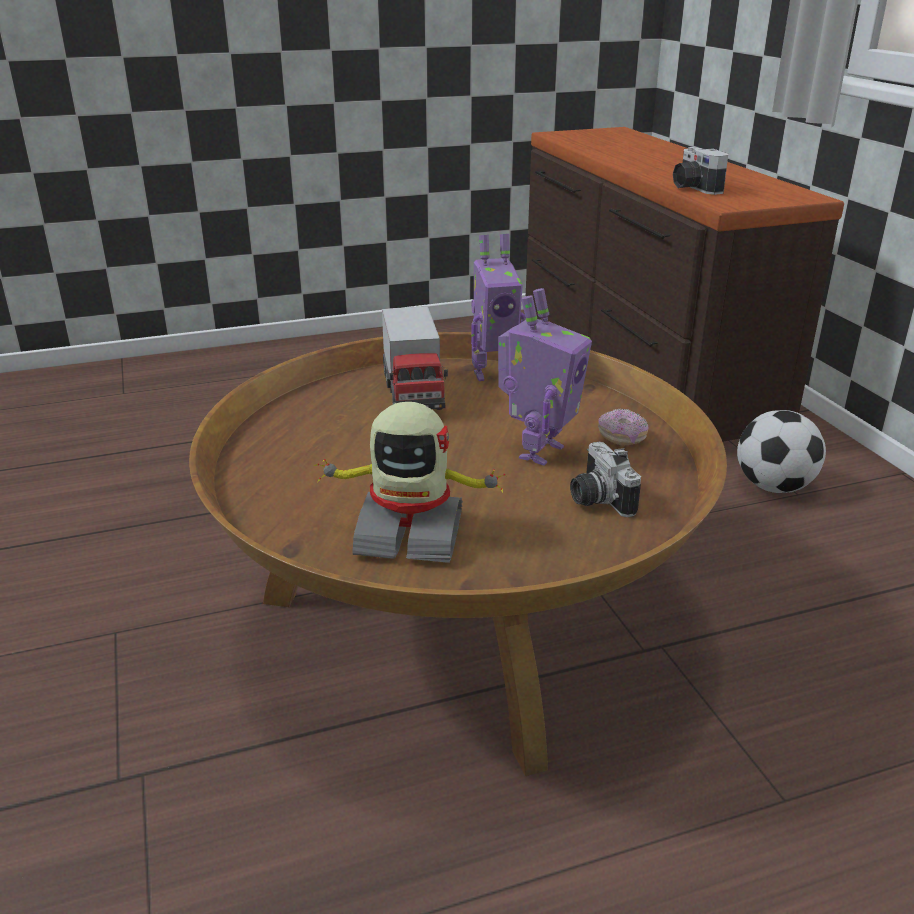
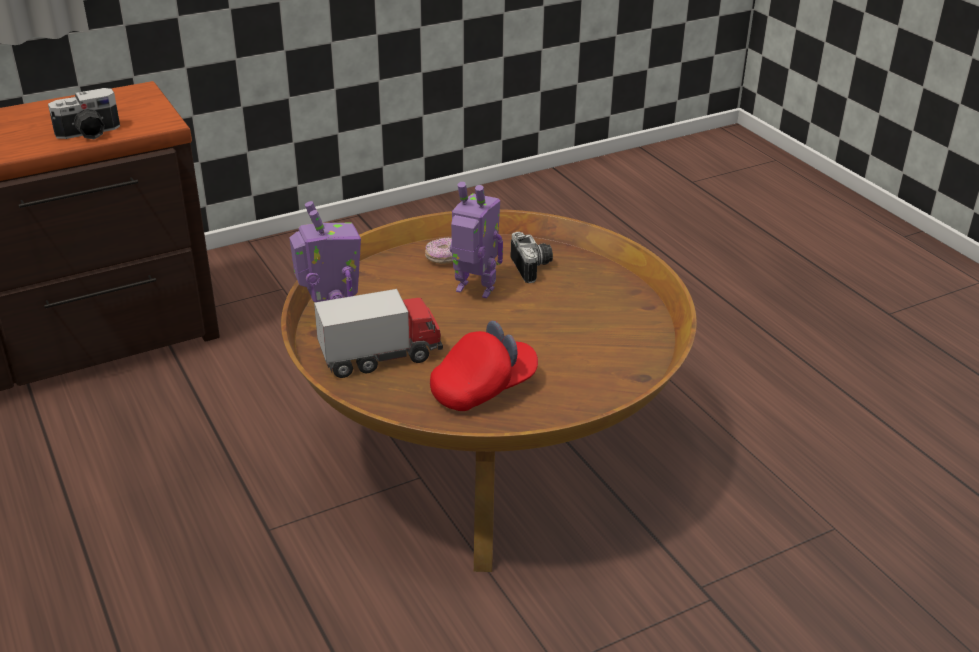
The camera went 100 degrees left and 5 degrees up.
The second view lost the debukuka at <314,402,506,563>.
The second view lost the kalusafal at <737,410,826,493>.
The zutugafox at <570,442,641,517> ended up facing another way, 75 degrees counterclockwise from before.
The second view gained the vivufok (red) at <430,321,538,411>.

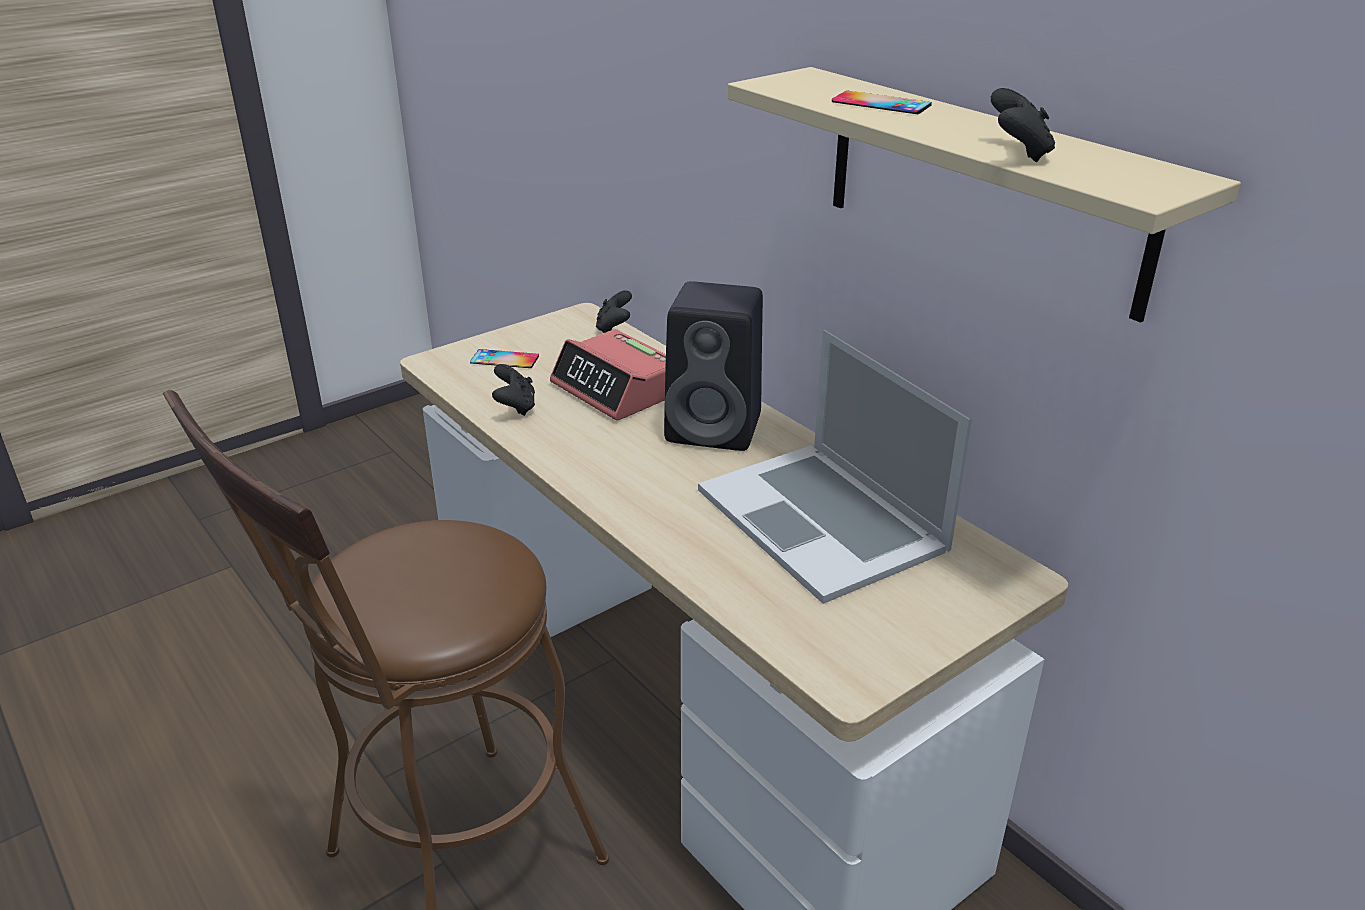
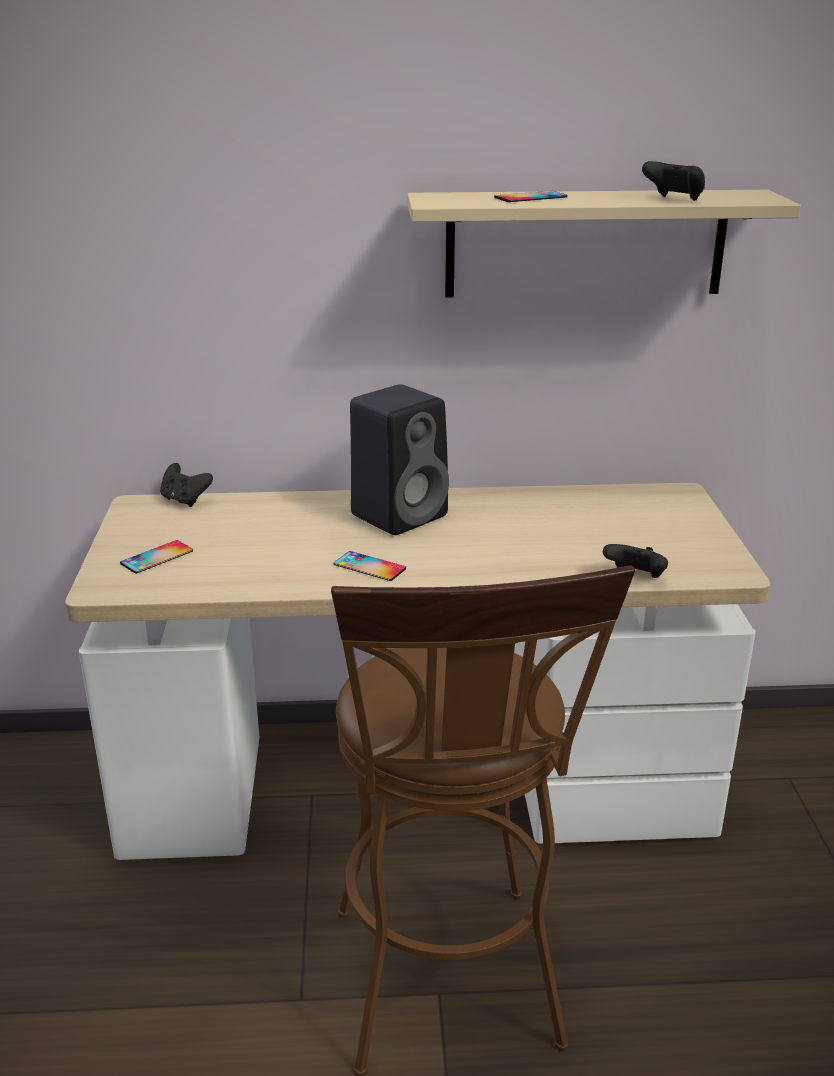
The camera went 55 degrees left and 5 degrees down.
The second view lost the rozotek at <550,329,666,421>.
The second view lost the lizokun at <698,330,972,604>.
The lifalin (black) ended up elsewhere, having gone from <492,364,535,416> to <603,544,668,578>.
The second view gained the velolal at <334,551,406,581>.

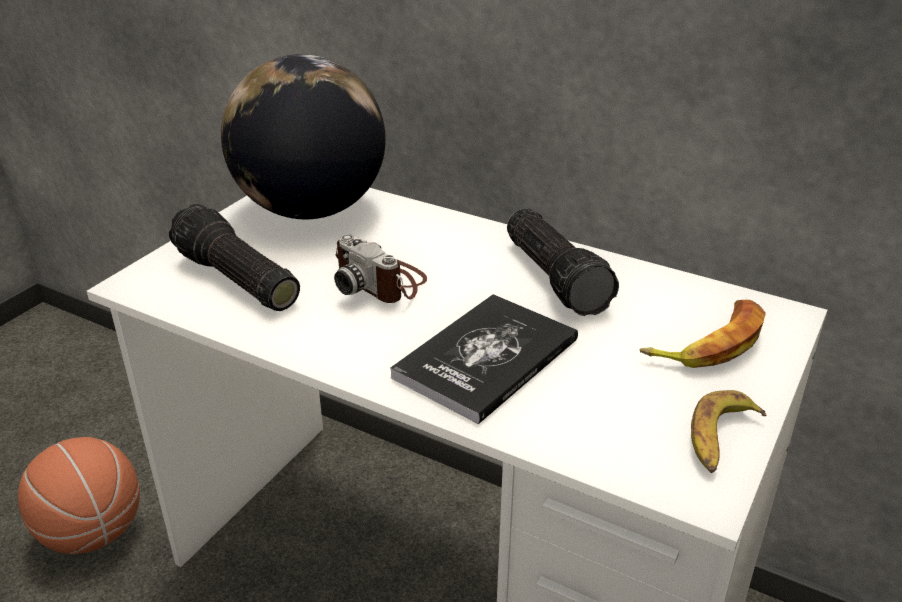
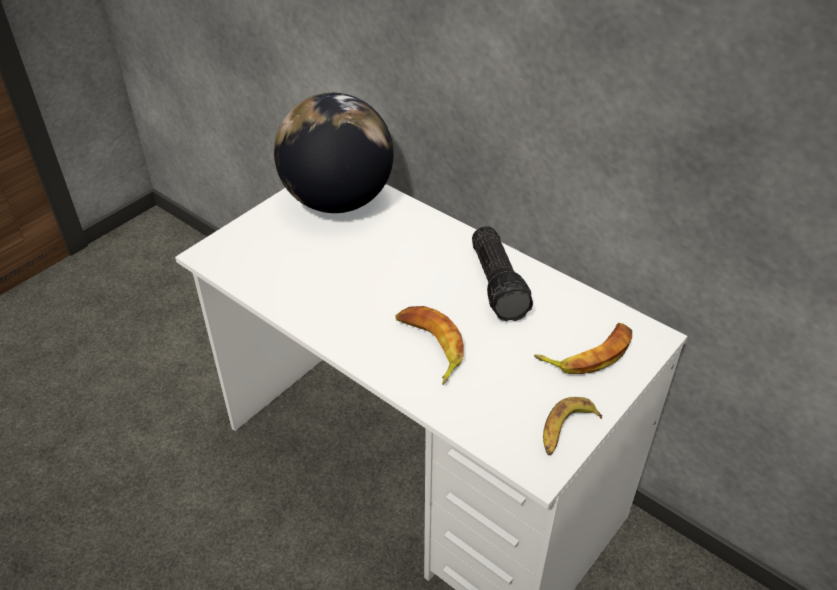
The camera went 10 degrees right and 10 degrees up.
The second view lost the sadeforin at <169,204,300,311>.
The second view lost the zutugafox at <334,234,427,303>.
Where the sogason stood at <390,294,578,424>, the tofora came to stand at <395,306,464,385>.
The second view lost the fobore at <18,437,140,554>.

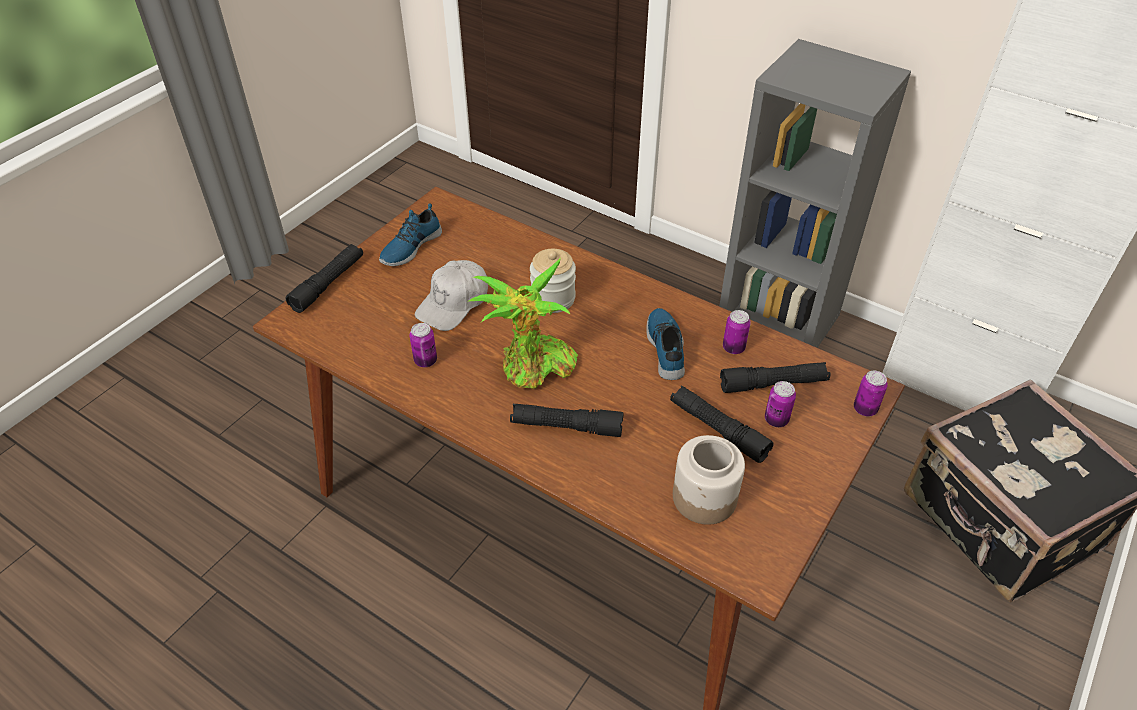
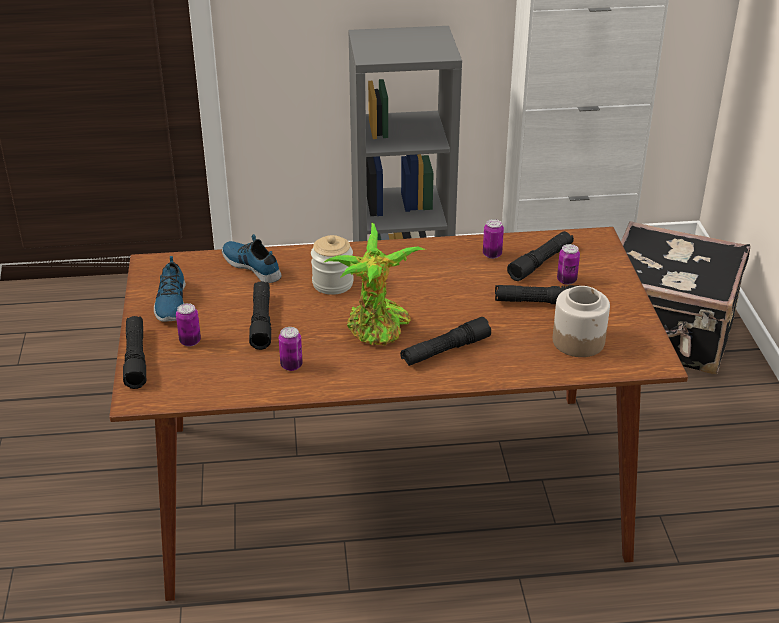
The camera went 40 degrees left and 10 degrees down.
Where the vivufok (white) stood at <415,260,488,331>, the sadeforin (black) came to stand at <249,281,271,350>.
The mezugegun ended up elsewhere, having gone from <646,308,685,380> to <222,234,282,283>.
The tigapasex ended up elsewhere, having gone from <854,371,888,416> to <176,303,201,346>.

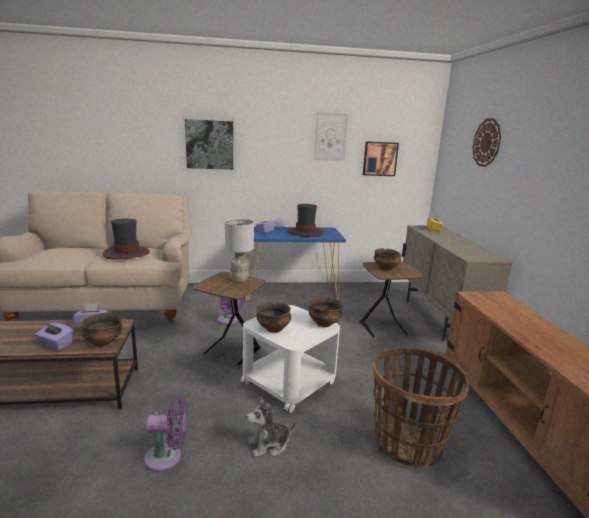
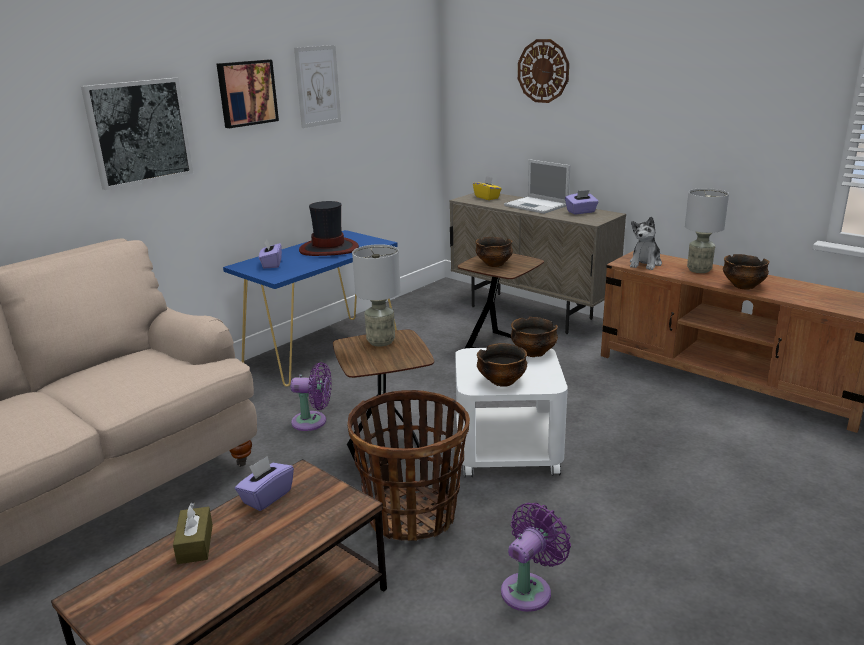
The camera went 40 degrees left and 5 degrees up.
The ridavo ended up elsewhere, having gone from <363,141,399,176> to <217,60,279,128>.
The second view lost the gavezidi at <102,218,150,260>.
The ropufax ended up elsewhere, having gone from <81,313,123,347> to <723,254,770,290>.
The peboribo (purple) ended up elsewhere, having gone from <35,323,74,351> to <565,190,599,214>.
The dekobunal ended up elsewhere, having gone from <373,346,469,469> to <348,390,470,541>.
The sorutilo ended up elsewhere, having gone from <246,397,296,457> to <630,216,662,270>.
The second view gained the lizokun at <504,159,570,214>.
The second view gained the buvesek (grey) at <685,188,729,273>.
The second view gained the peboribo (brown) at <173,503,213,564>.

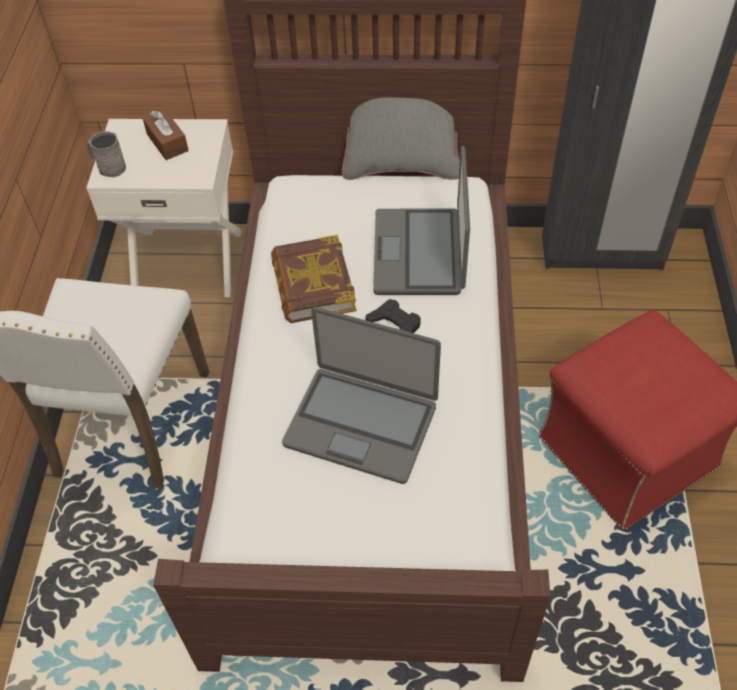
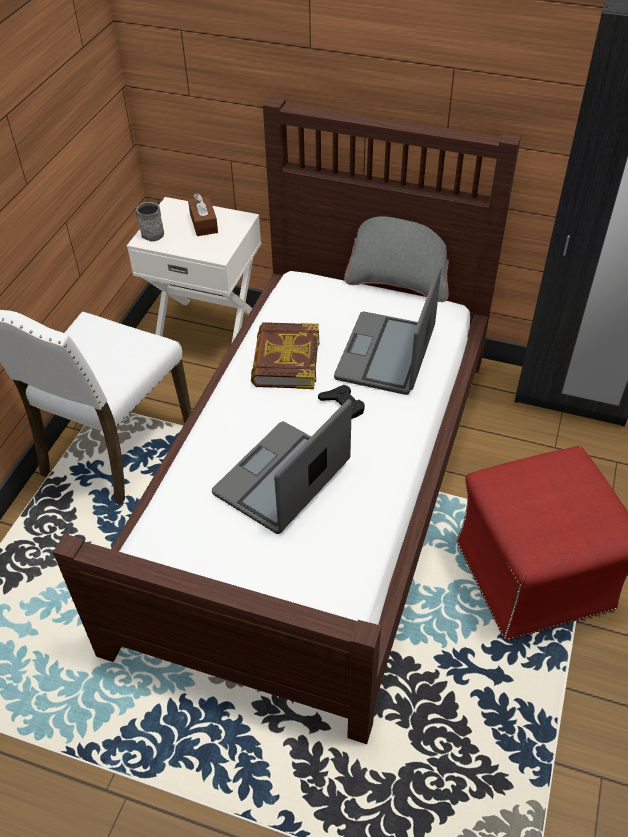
The camera went 15 degrees right and 5 degrees down.
The lizokun at <282,307,441,484> ended up facing another way, 90 degrees clockwise from before.

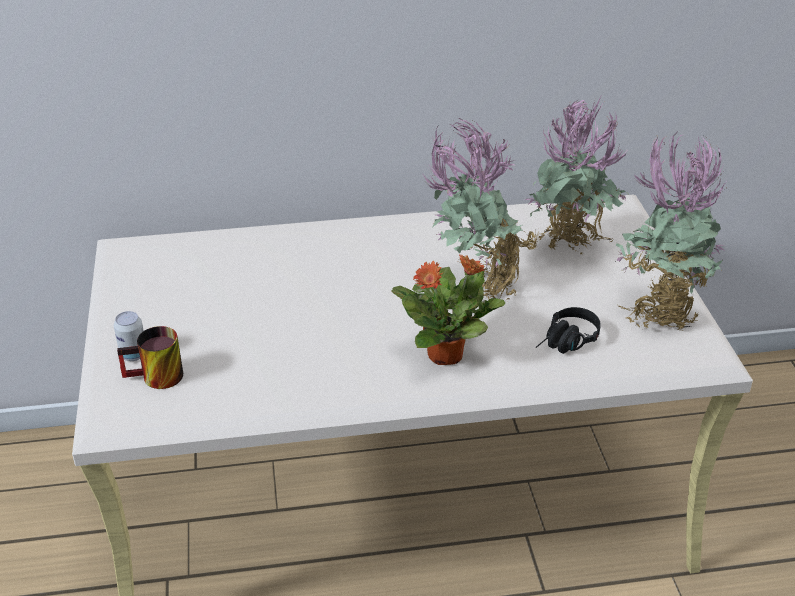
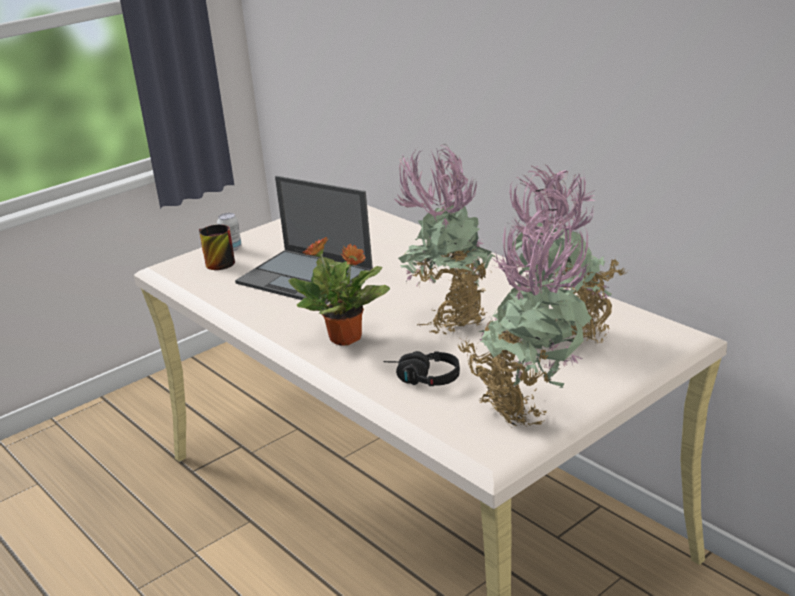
The camera went 60 degrees right and 10 degrees down.
The second view gained the lizokun at <235,176,373,304>.

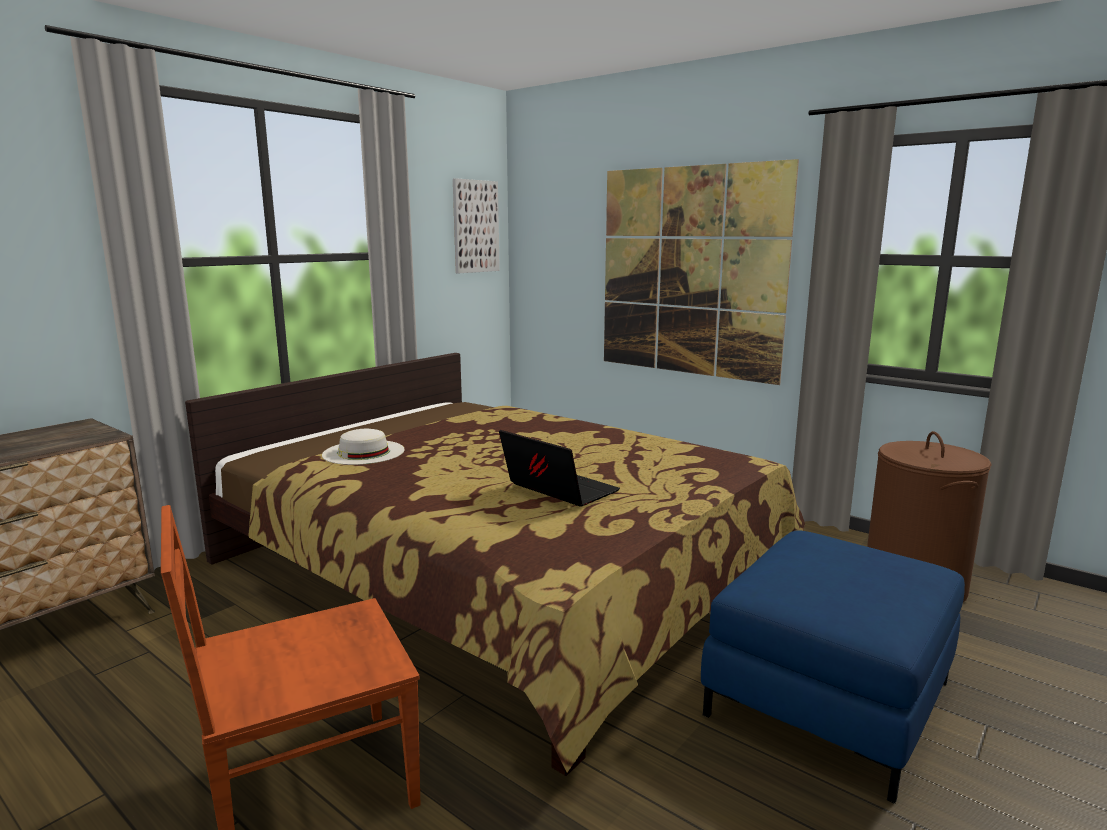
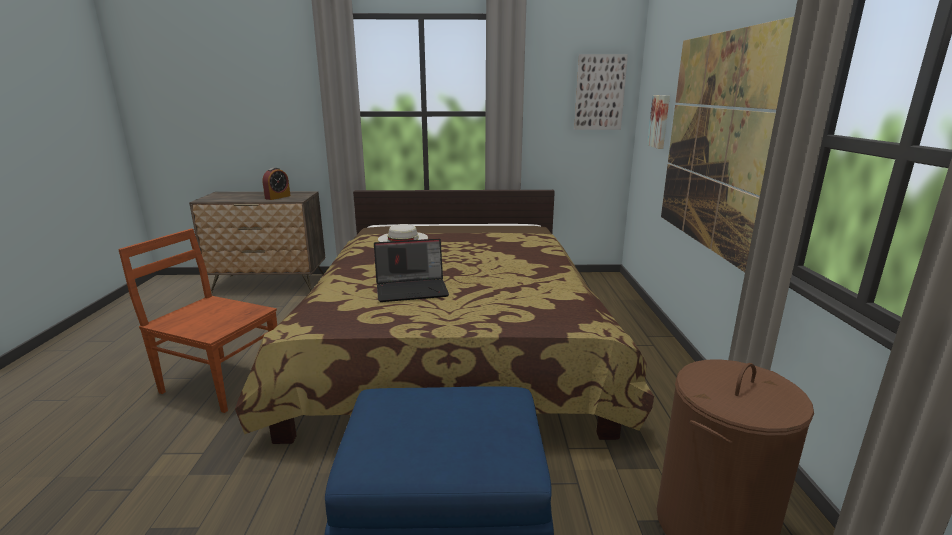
The camera went 50 degrees right and 5 degrees up.
The lizokun at <499,430,620,507> ended up facing another way, 75 degrees clockwise from before.
The second view gained the ridavo at <647,95,670,149>.
The second view gained the rozotek at <262,168,291,200>.

